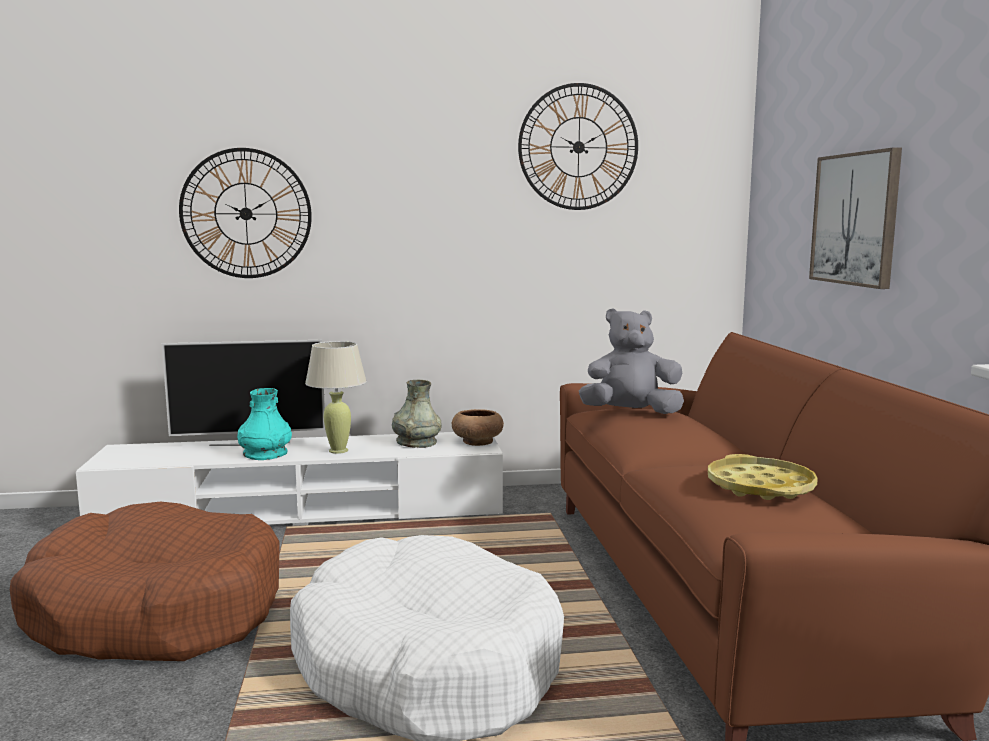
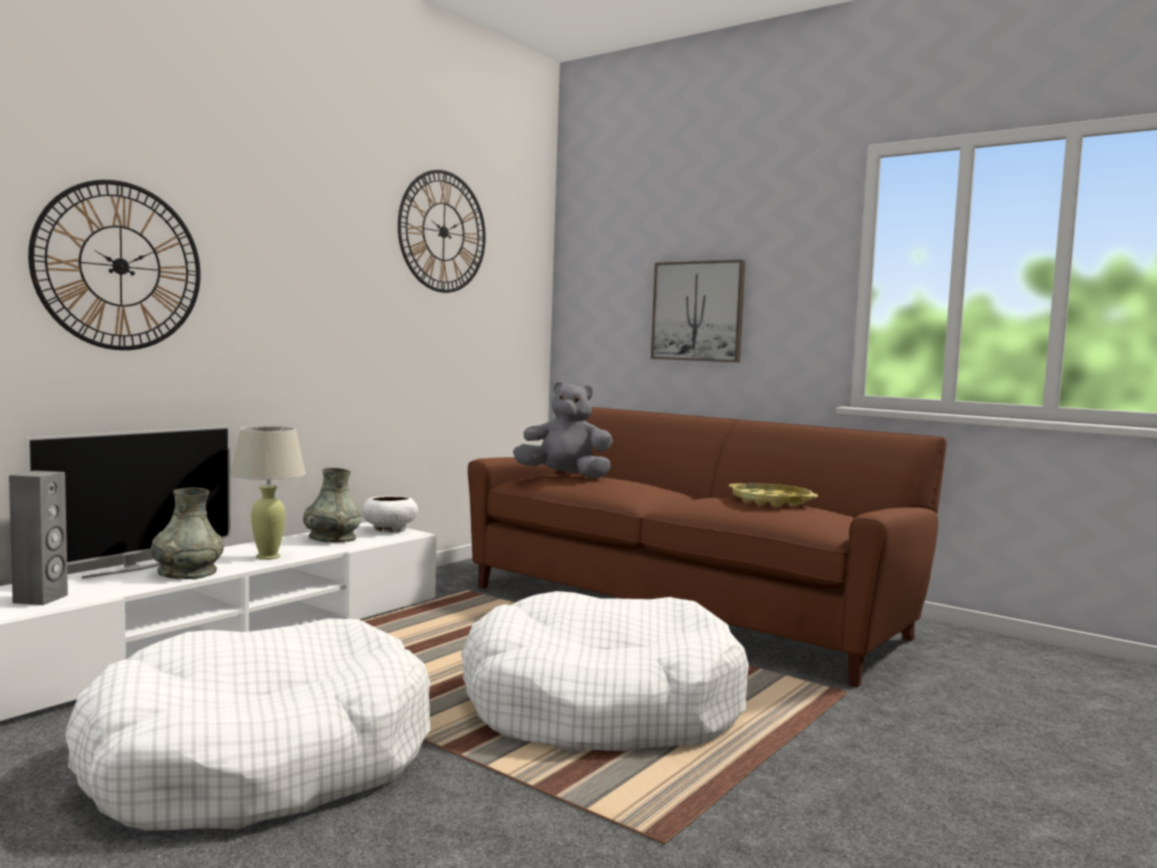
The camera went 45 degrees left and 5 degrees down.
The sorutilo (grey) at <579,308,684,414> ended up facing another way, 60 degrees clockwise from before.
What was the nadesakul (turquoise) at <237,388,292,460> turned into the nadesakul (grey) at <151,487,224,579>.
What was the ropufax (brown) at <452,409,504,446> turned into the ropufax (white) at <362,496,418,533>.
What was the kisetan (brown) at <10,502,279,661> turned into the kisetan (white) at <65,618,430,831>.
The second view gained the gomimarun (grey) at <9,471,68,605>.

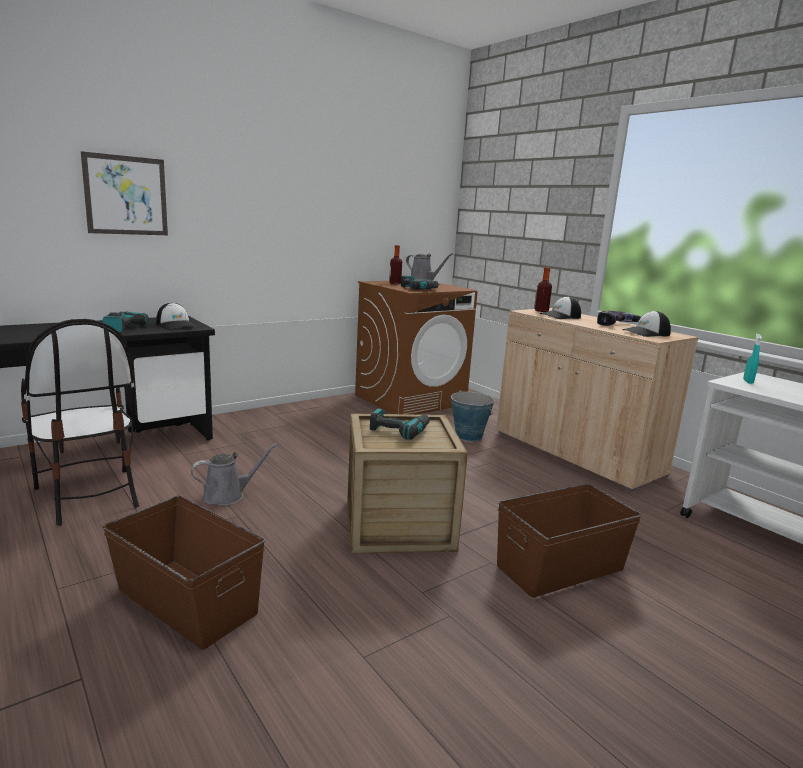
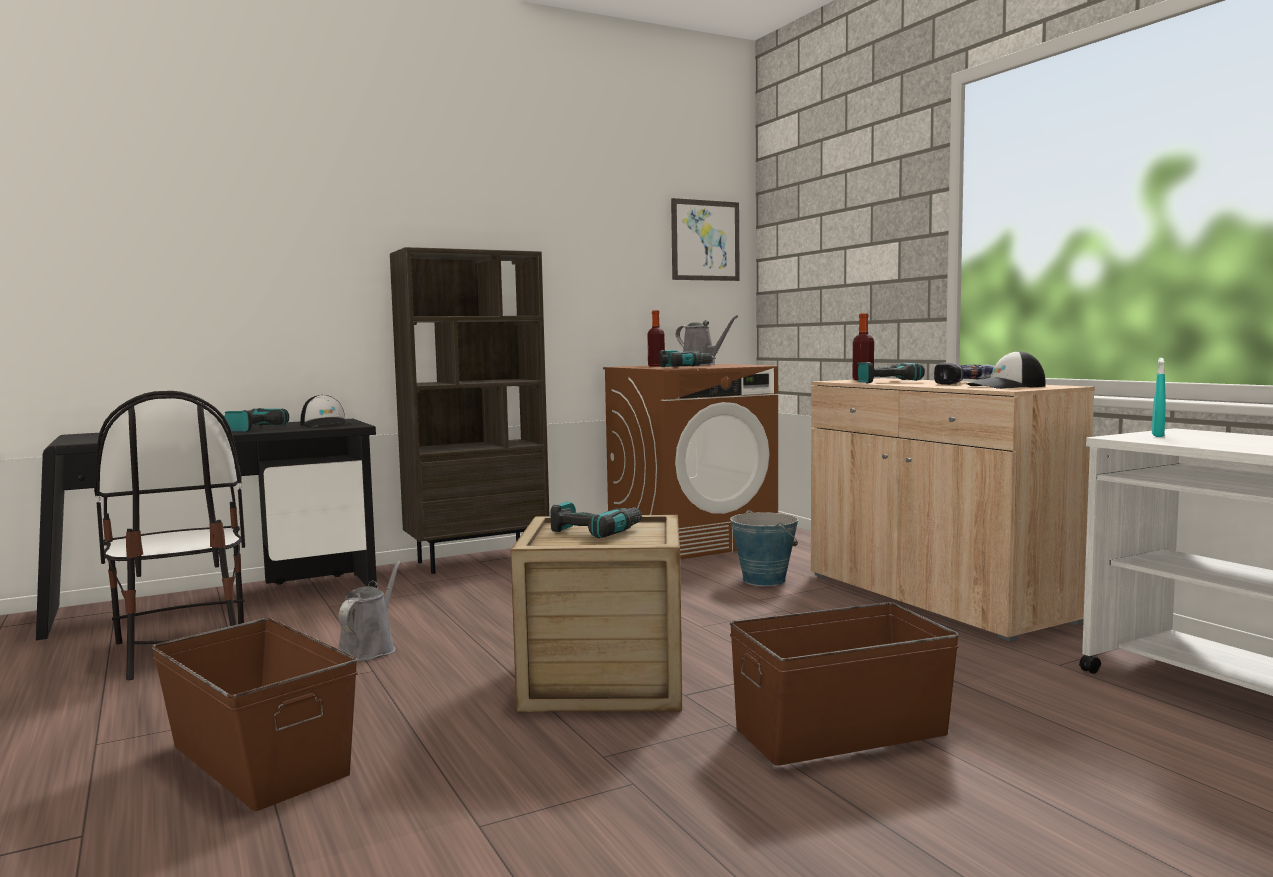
The camera went 10 degrees right and 10 degrees down.
The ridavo ended up elsewhere, having gone from <81,151,168,235> to <671,198,740,281>.
Where the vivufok stood at <539,296,581,319>, the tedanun came to stand at <857,362,925,383>.
The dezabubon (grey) at <191,443,278,506> ended up facing another way, 60 degrees counterclockwise from before.
The second view gained the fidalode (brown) at <390,247,549,574>.

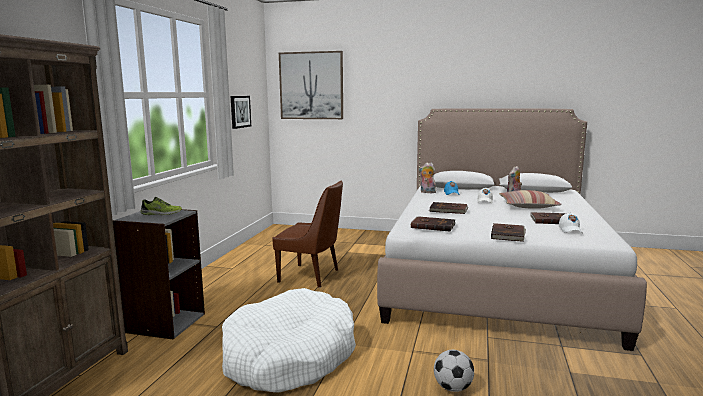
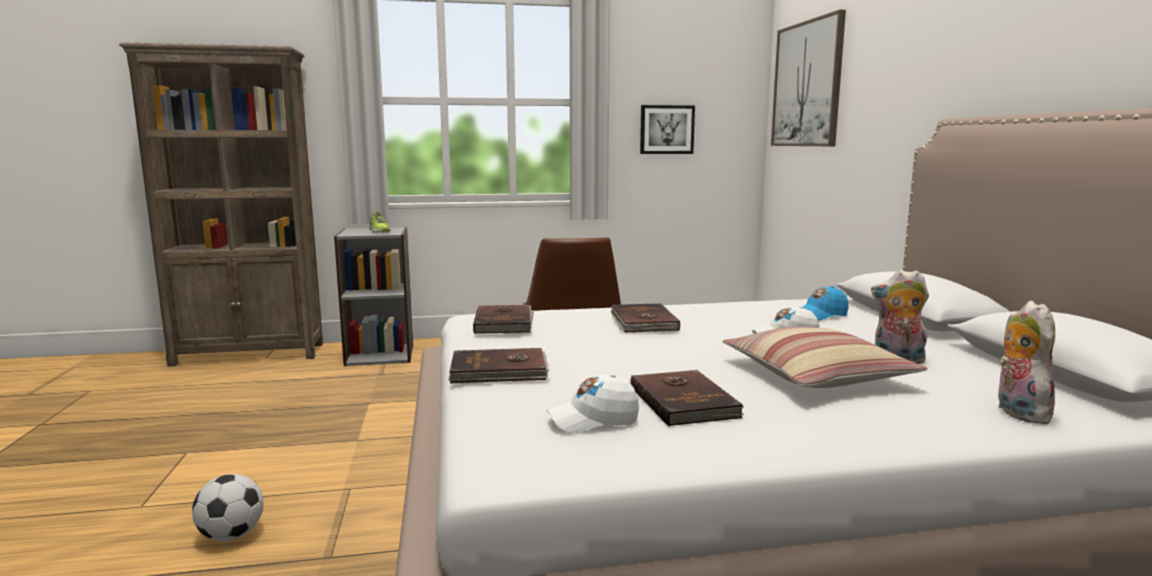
The camera went 65 degrees right and 0 degrees up.
The sorutilo ended up elsewhere, having gone from <419,163,436,193> to <997,301,1055,424>.
The second view lost the kisetan (white) at <222,288,356,393>.

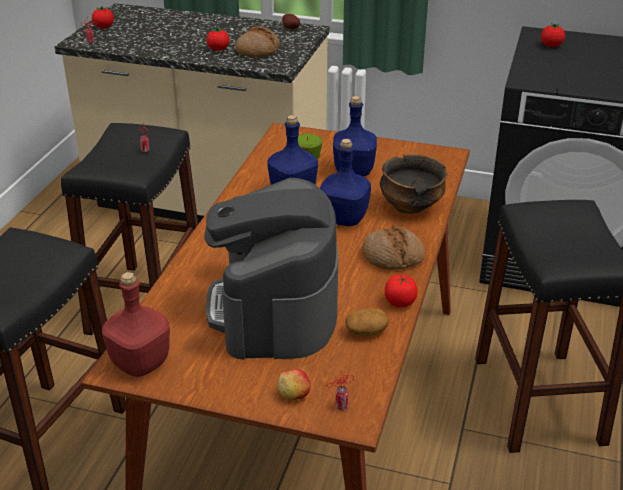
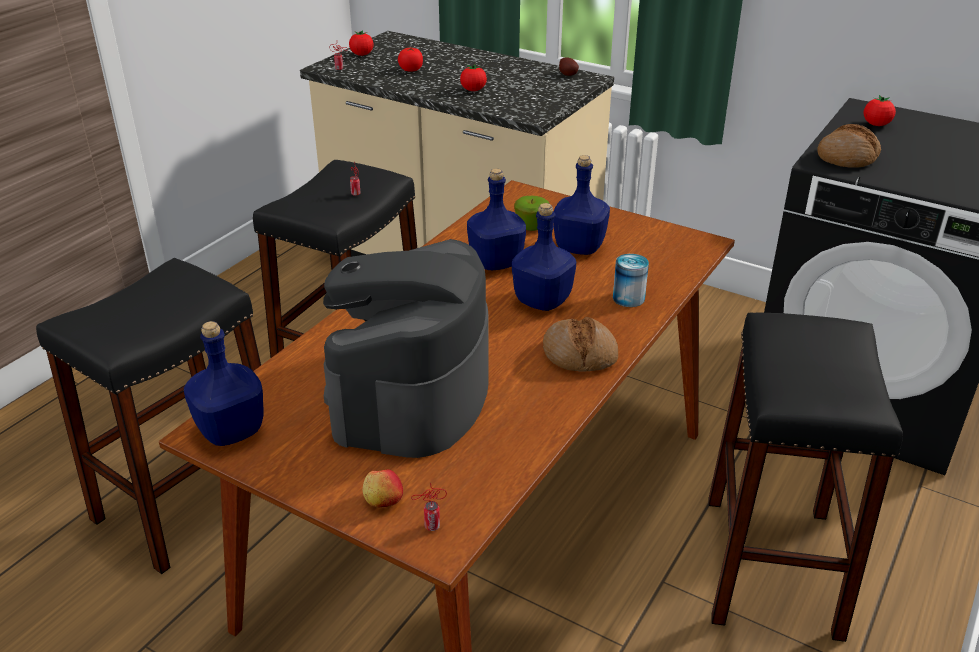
The camera went 15 degrees right and 0 degrees up.
The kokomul ended up elsewhere, having gone from <235,26,280,58> to <817,124,881,168>.
Where the ropufax stood at <380,154,447,214>, the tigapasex came to stand at <613,254,649,307>.
What was the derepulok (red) at <102,272,170,377> turned into the derepulok (blue) at <184,321,263,446>.
The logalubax ended up elsewhere, having gone from <385,274,418,308> to <398,48,423,72>.
The second view lost the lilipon at <345,308,389,336>.

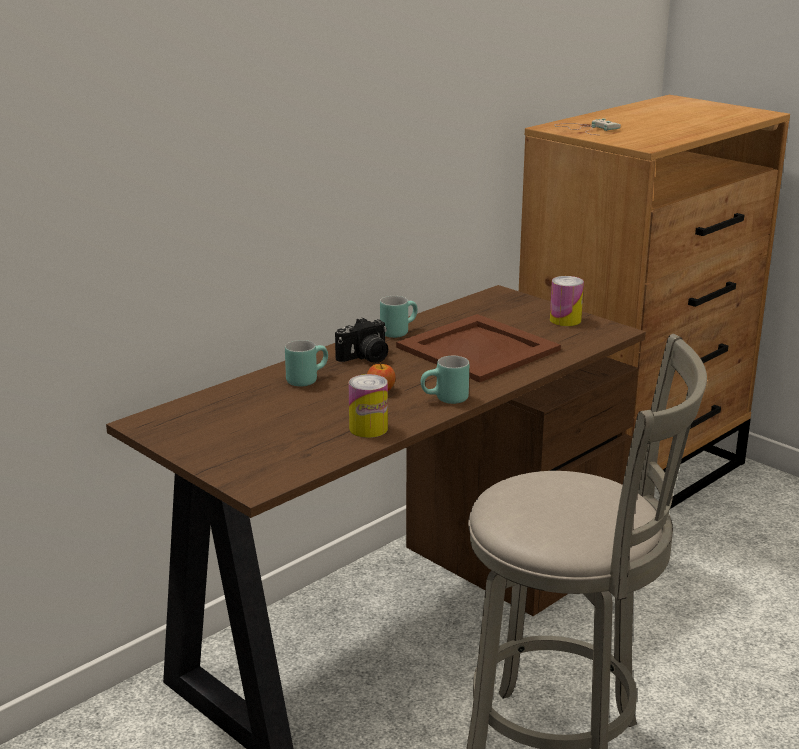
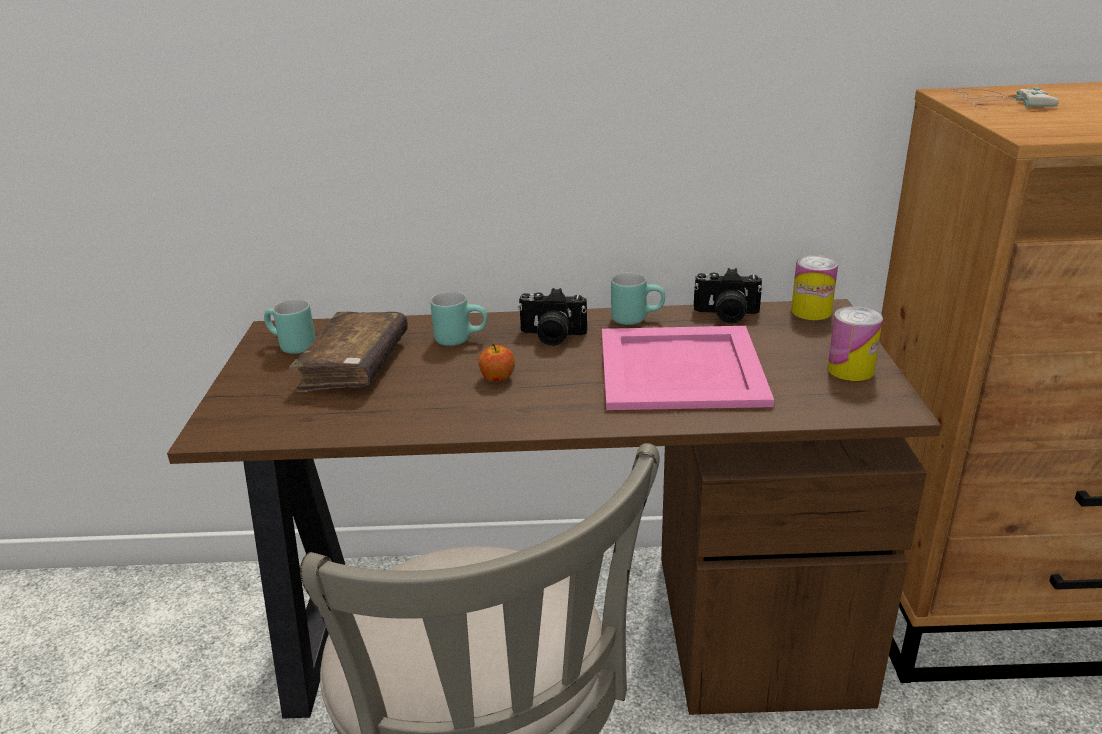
The camera went 45 degrees right and 5 degrees up.
What was the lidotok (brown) at <396,314,561,383> turned into the lidotok (pink) at <602,326,774,410>.
The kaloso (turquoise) ended up elsewhere, having gone from <421,356,469,404> to <264,299,316,354>.
The tigapasex ended up elsewhere, having gone from <349,374,388,438> to <791,255,838,320>.
The second view gained the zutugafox at <694,268,763,324>.
The second view gained the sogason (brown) at <290,311,408,392>.

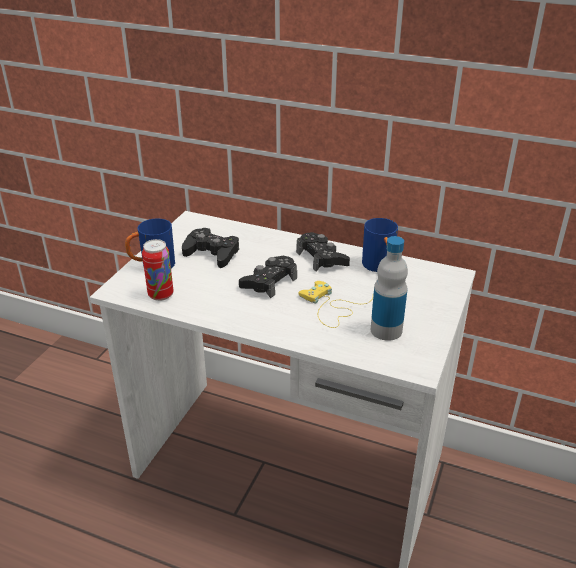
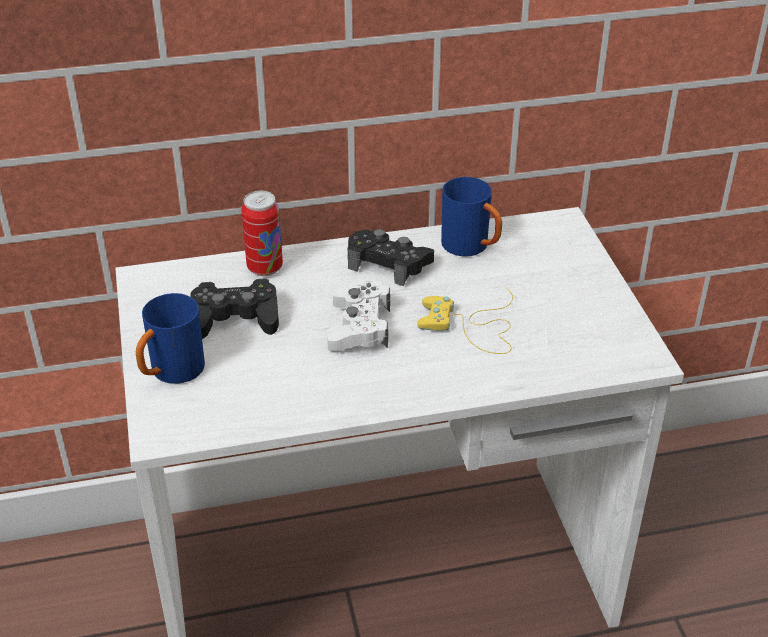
The camera went 35 degrees left and 5 degrees up.
The second view lost the derepulok at <371,236,408,341>.
The tigapasex ended up elsewhere, having gone from <142,239,174,301> to <241,191,283,276>.
What was the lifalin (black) at <239,255,297,298> turned into the lifalin (white) at <327,279,390,351>.

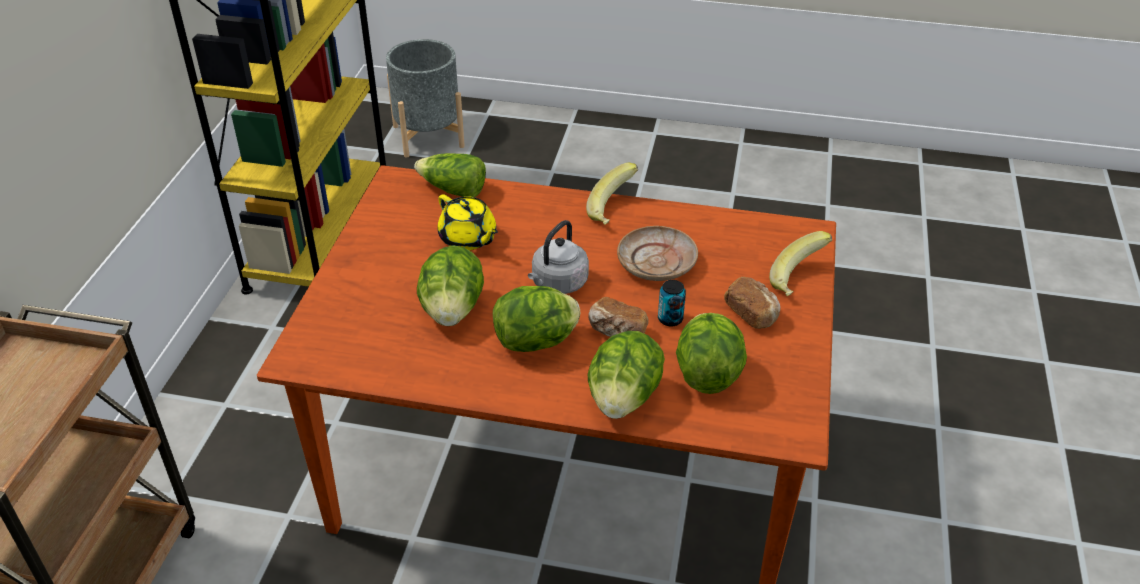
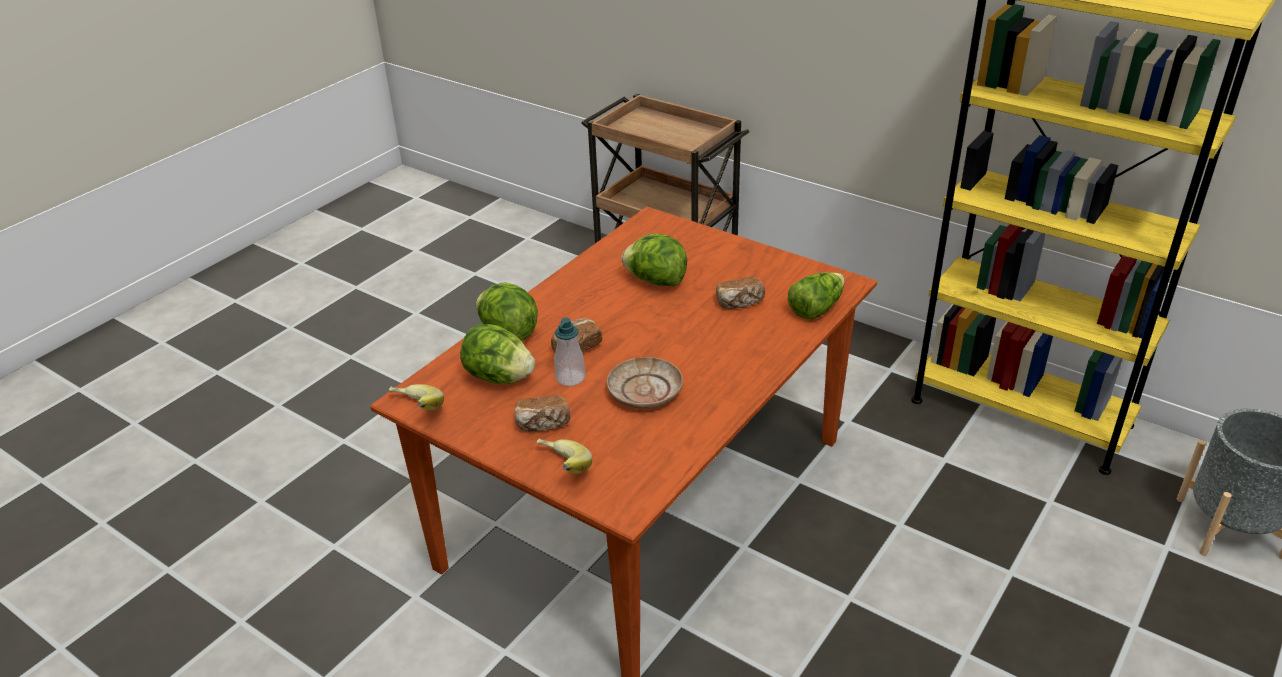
The camera went 115 degrees right and 5 degrees down.
The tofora ended up elsewhere, having gone from <586,163,638,225> to <389,384,444,410>.
Where the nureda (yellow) stood at <438,194,498,250>, the kokomul came to stand at <716,277,765,309>.
The second view lost the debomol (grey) at <528,220,589,294>.
Where the tigapasex stood at <658,280,686,327>, the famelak came to stand at <554,317,585,386>.
The second view lost the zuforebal at <493,286,580,352>.

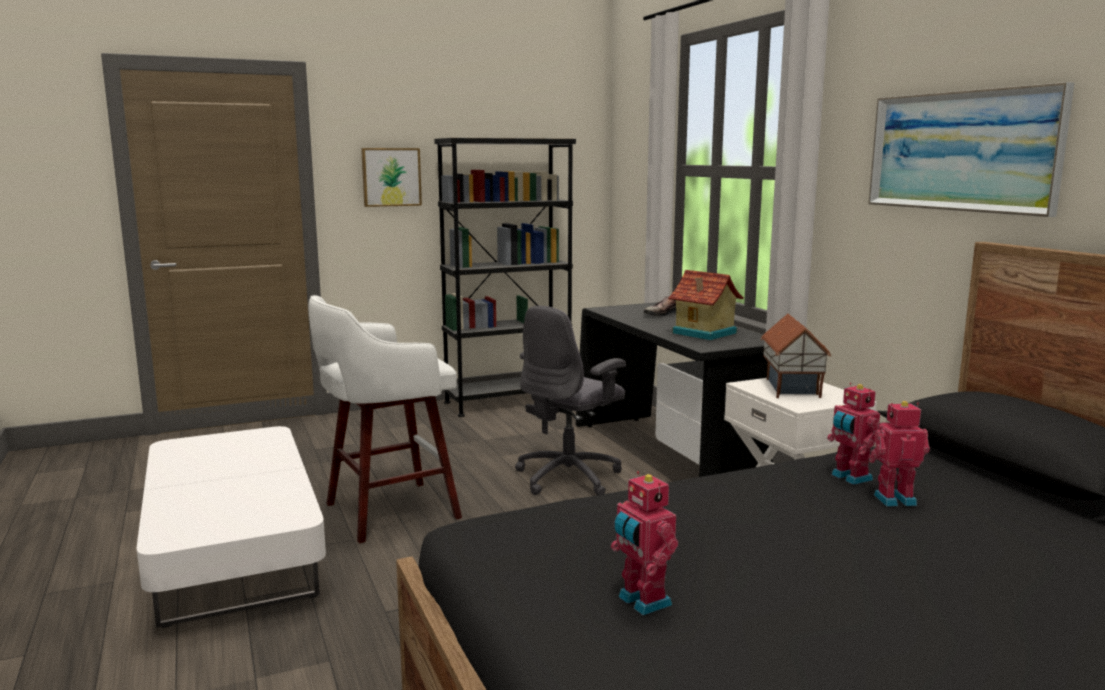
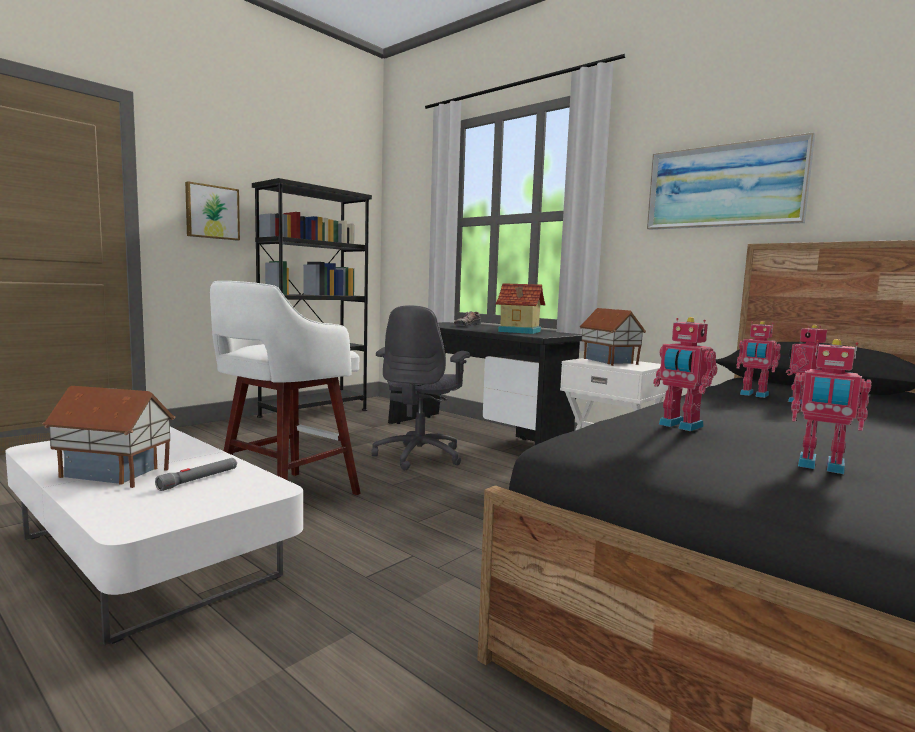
The camera went 25 degrees left and 5 degrees down.
The second view gained the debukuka at <653,317,717,431>.
The second view gained the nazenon at <43,386,175,488>.
The second view gained the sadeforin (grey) at <155,458,237,491>.

